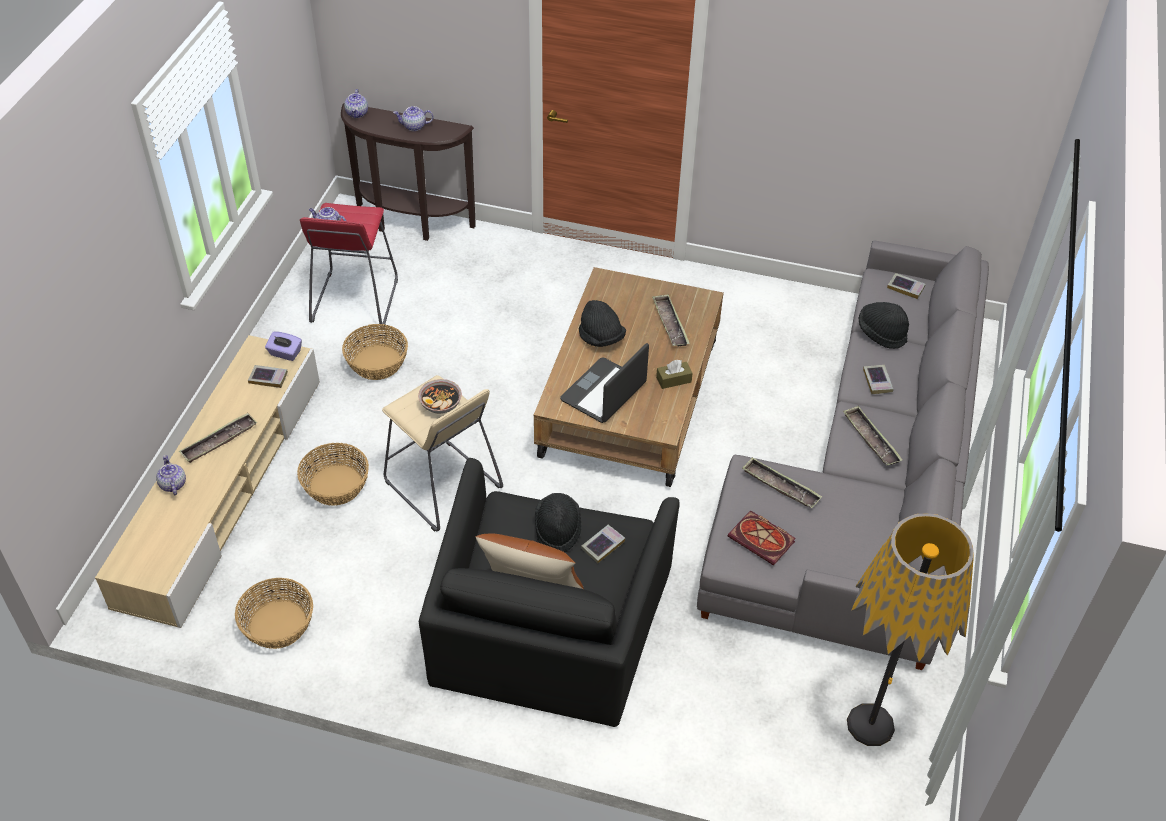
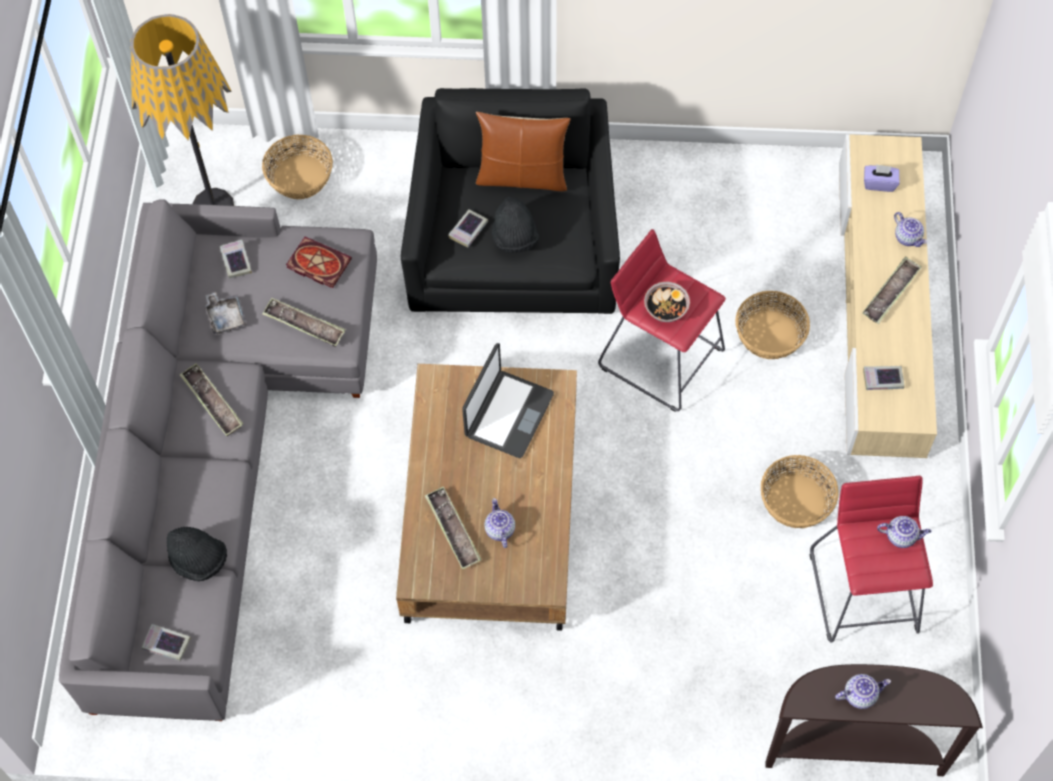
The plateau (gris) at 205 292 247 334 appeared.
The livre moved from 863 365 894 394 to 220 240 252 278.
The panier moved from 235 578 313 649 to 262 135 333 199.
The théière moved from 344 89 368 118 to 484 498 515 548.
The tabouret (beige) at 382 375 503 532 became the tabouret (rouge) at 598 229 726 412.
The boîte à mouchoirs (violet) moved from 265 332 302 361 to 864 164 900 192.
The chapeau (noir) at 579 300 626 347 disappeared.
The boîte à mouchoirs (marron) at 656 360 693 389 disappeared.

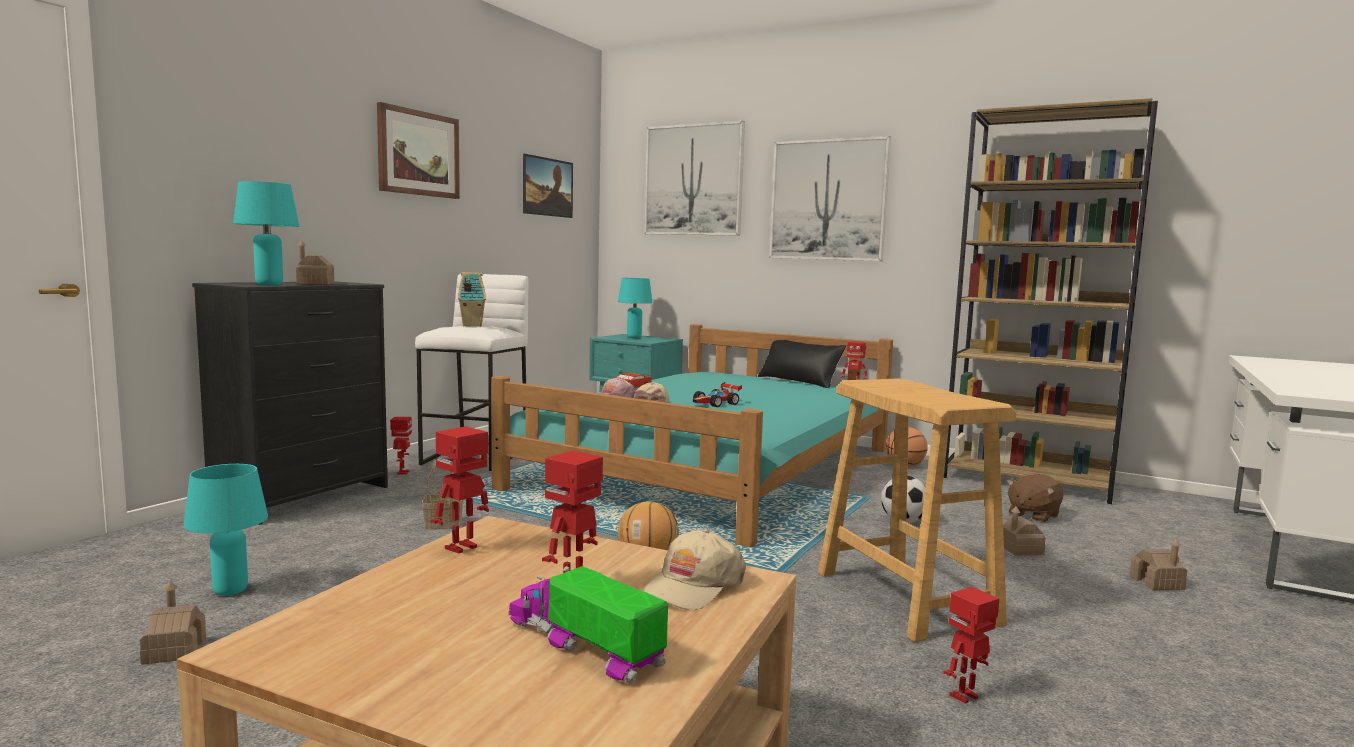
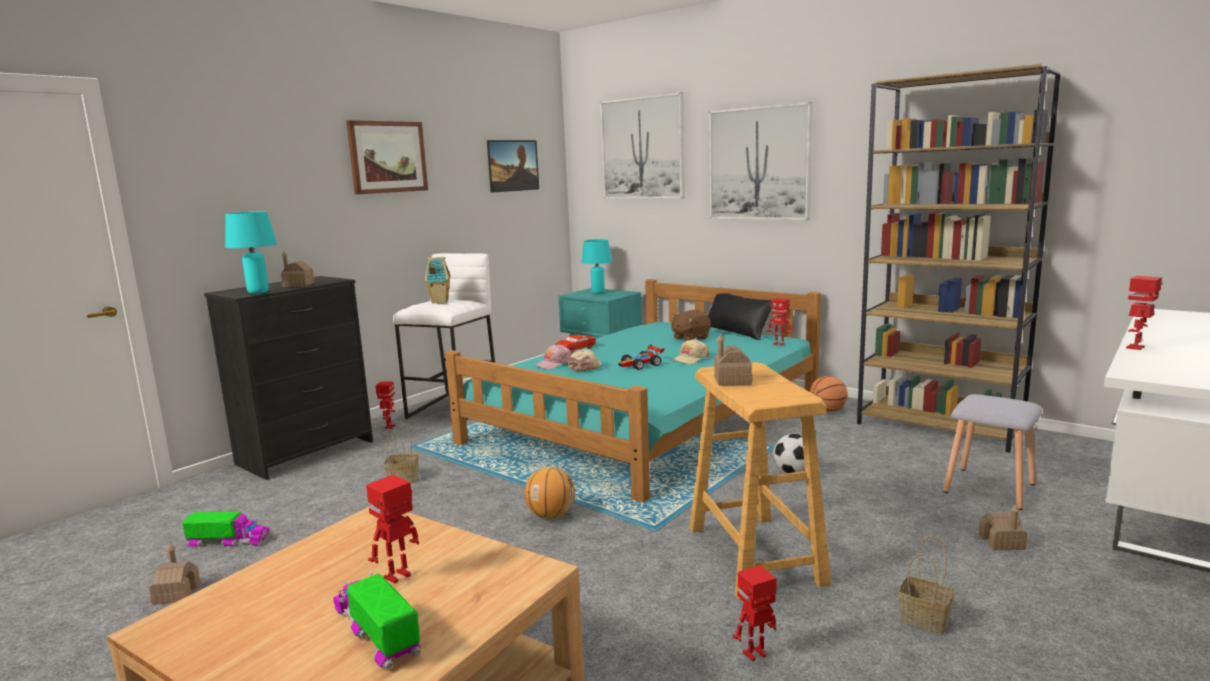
The lampe de table (turquoise) at 184 464 268 596 was replaced by the camion jouet at 182 512 271 547.
The peluche (marron) moved from 1007 474 1063 522 to 671 310 711 341.
The casquette (beige) moved from 642 529 746 610 to 671 339 710 364.
The maison miniature moved from 1003 507 1045 556 to 714 334 752 386.
The panier at 898 534 954 635 appeared.
The tabouret (gris) at 943 394 1042 510 appeared.
The robot jouet moved from 430 426 489 553 to 1126 276 1162 350.

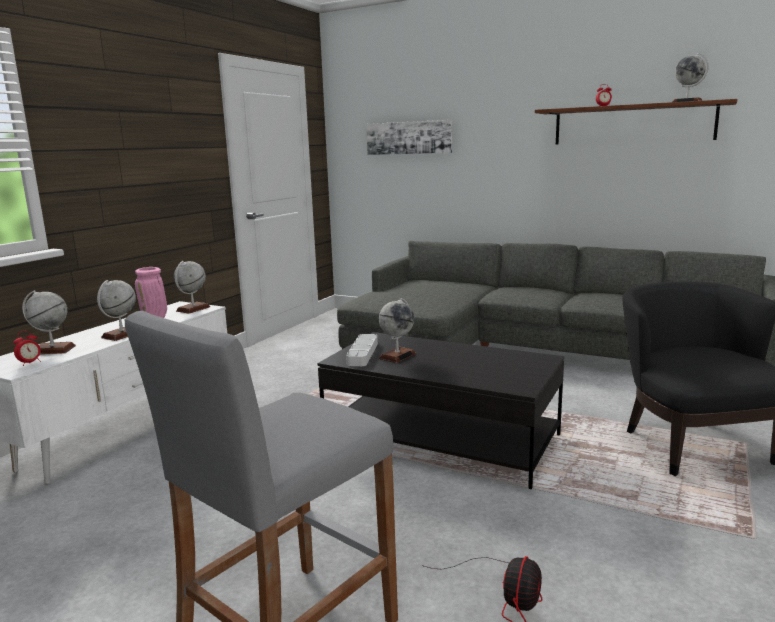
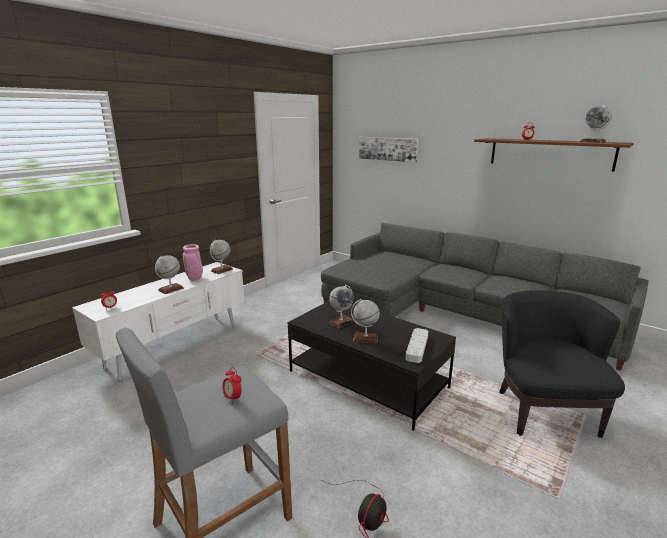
The réveil at 223 367 242 404 appeared.
The globe moved from 22 290 76 354 to 351 299 380 344.
The plateau (gris) moved from 346 334 378 366 to 406 328 429 363.

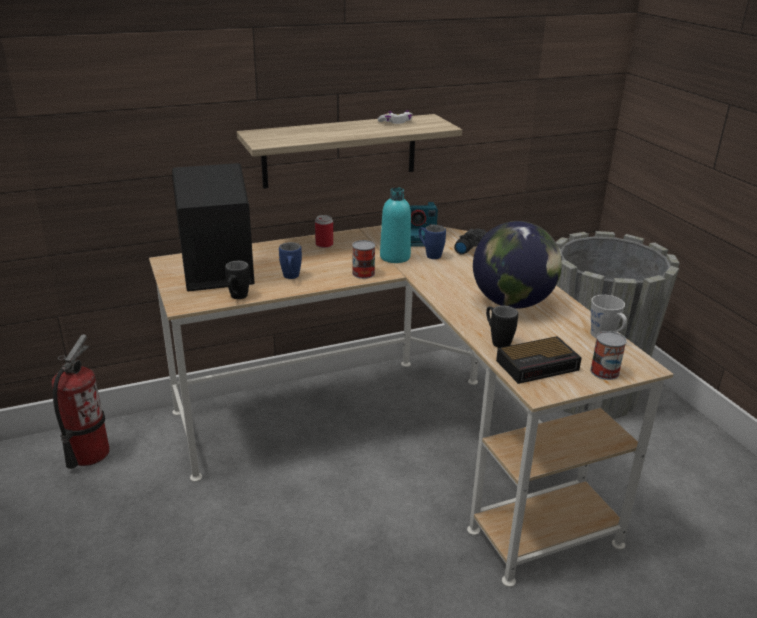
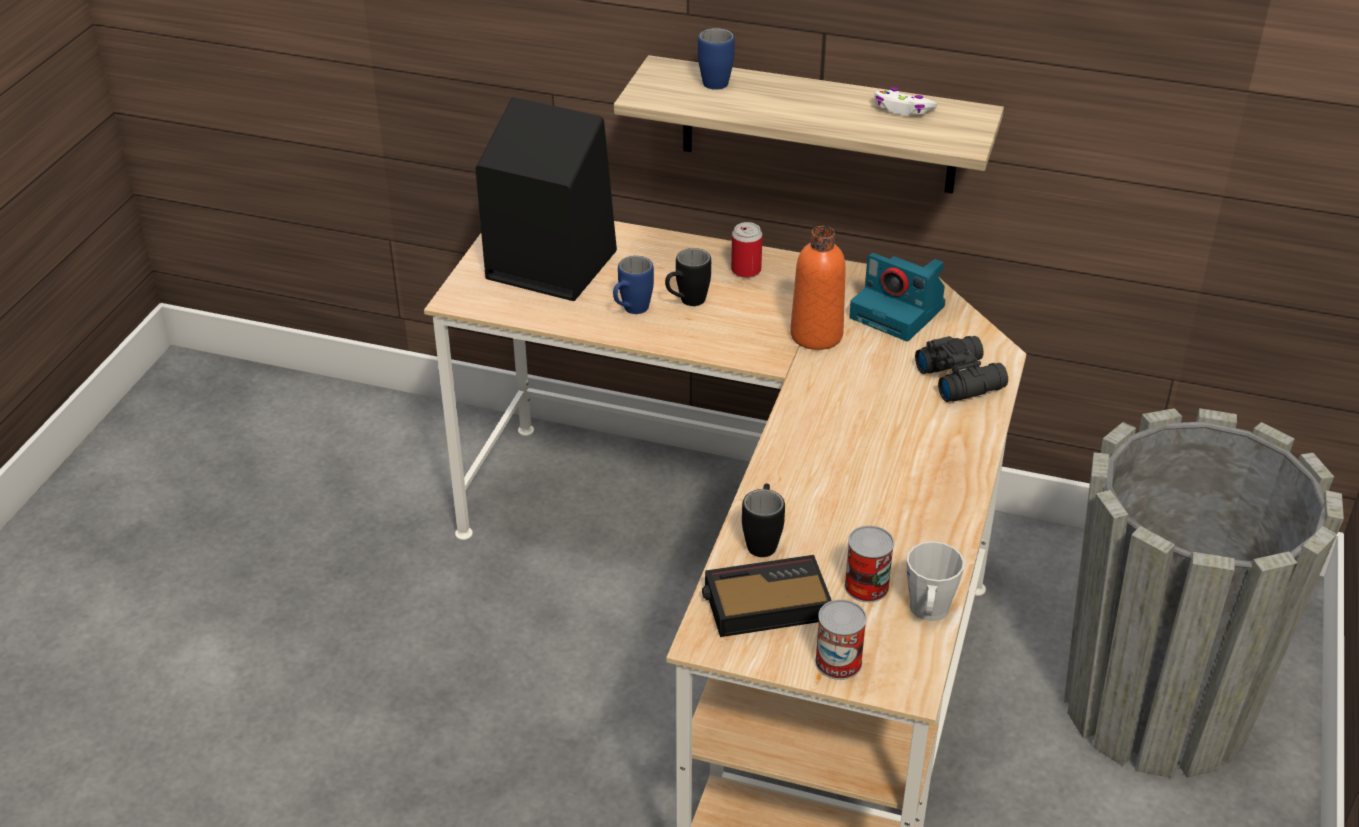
The mug (noir) moved from 225 261 250 299 to 665 248 711 306.
The mug (bleu) moved from 419 225 446 259 to 698 28 735 90.
The réveil at 496 336 582 384 turned 150 degrees clockwise.
The bouteille (turquoise) at 380 187 411 263 became the bouteille (orange) at 790 226 846 350.
The boîte métallique moved from 352 240 375 279 to 844 526 894 602.
The extincteur at 51 334 110 469 disappeared.
The globe at 473 221 562 309 disappeared.

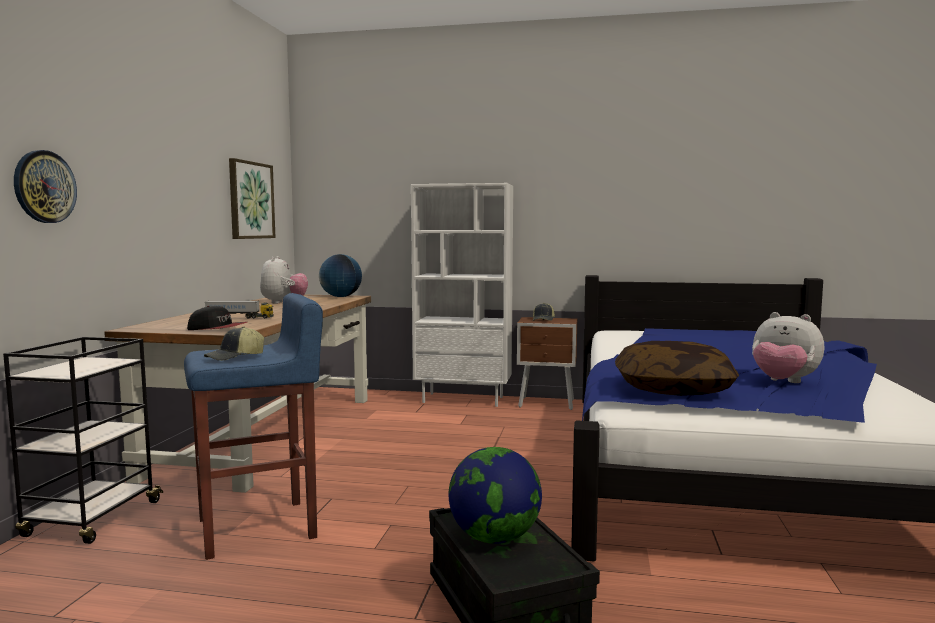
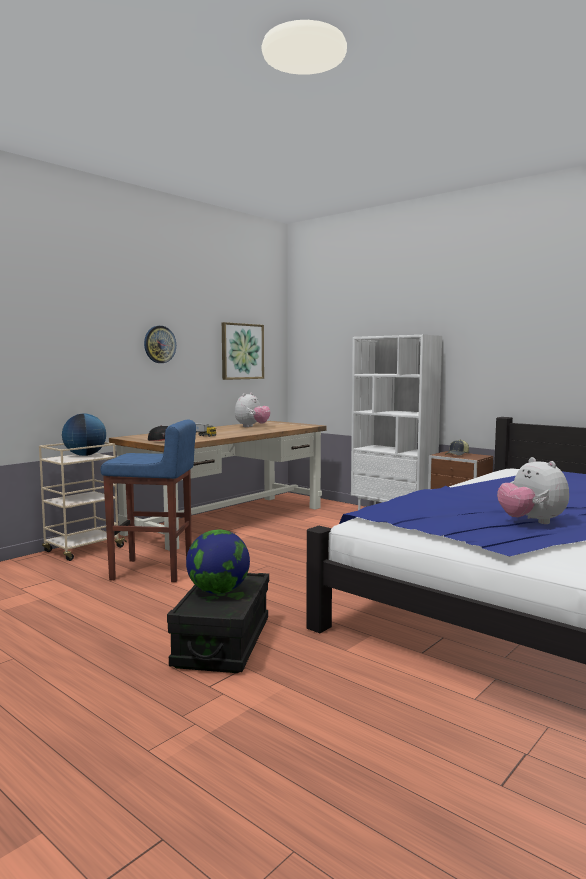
The chariot (noir) at 3 337 163 544 became the chariot (beige) at 39 442 127 561.
The globe moved from 319 254 362 297 to 62 414 106 456.
The horloge murale moved from 14 150 77 223 to 144 326 176 363.
The casquette at 204 326 264 361 disappeared.
The coussin at 615 341 739 396 disappeared.

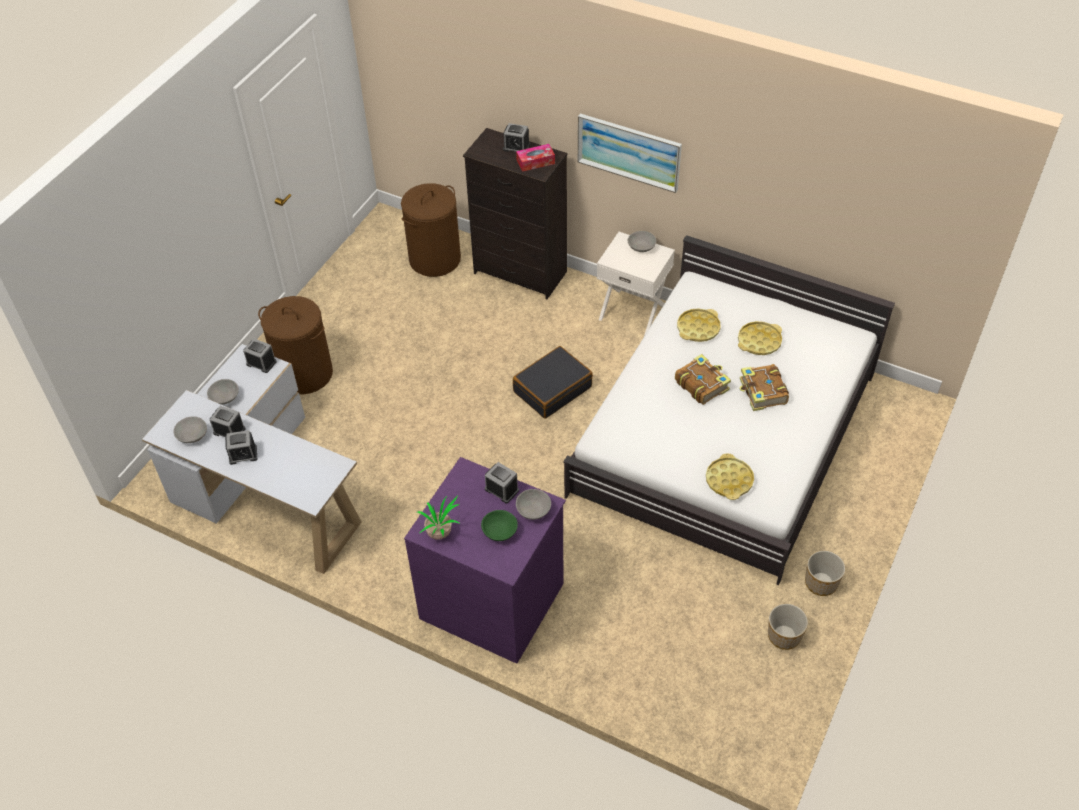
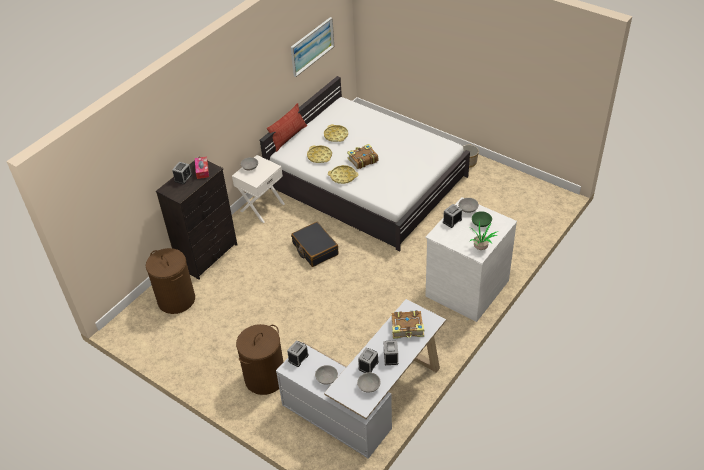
The coussin at 267 103 307 152 appeared.
The tableau moved from 578 113 682 193 to 291 17 334 77.
The plateau (jaune) moved from 706 454 754 500 to 328 165 358 184.
The livre moved from 740 364 789 411 to 392 310 424 339.
The commode (violet) at 404 457 566 663 became the commode (blanc) at 425 197 517 322.
The cache-pot at 768 604 808 650 disappeared.

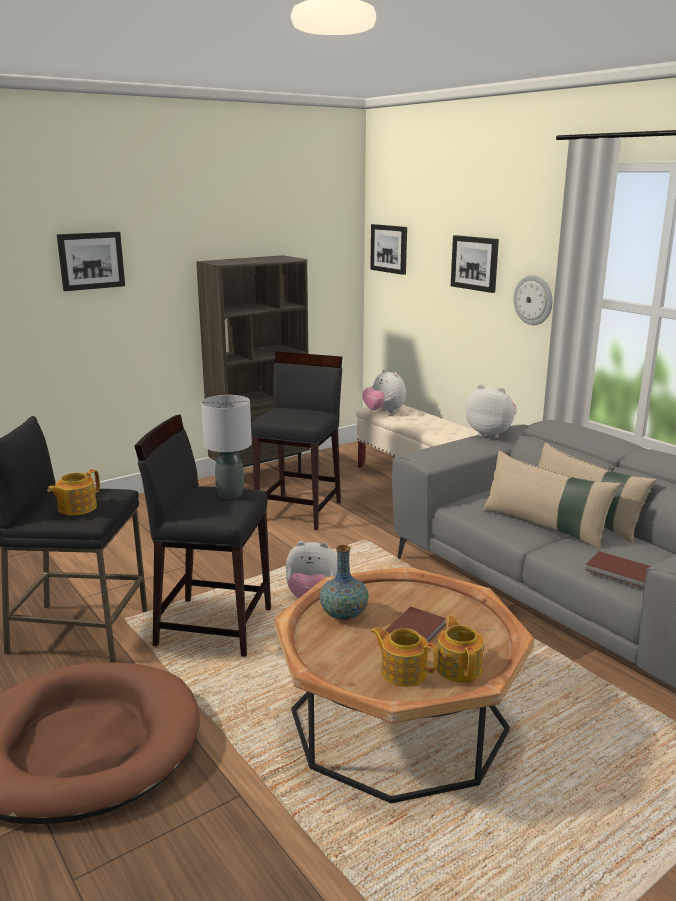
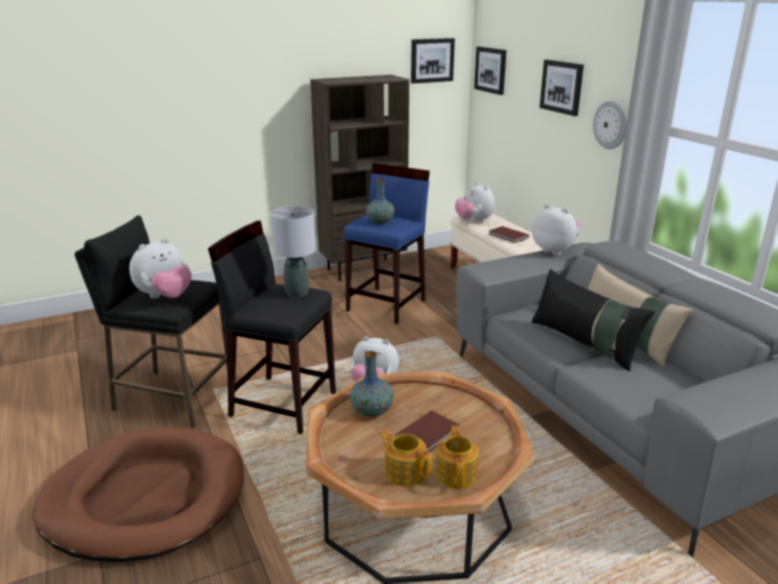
The théière at 48 469 100 515 was replaced by the peluche at 129 238 192 298.
The tabouret (noir) at 251 351 342 530 became the tabouret (bleu) at 344 163 430 324.
The vase at 366 179 395 224 appeared.
The tableau moved from 57 232 125 291 to 411 38 455 84.
The livre (marron) moved from 586 551 651 588 to 489 226 529 243.
The coussin (beige) at 483 451 621 550 became the coussin (noir) at 532 269 655 371.

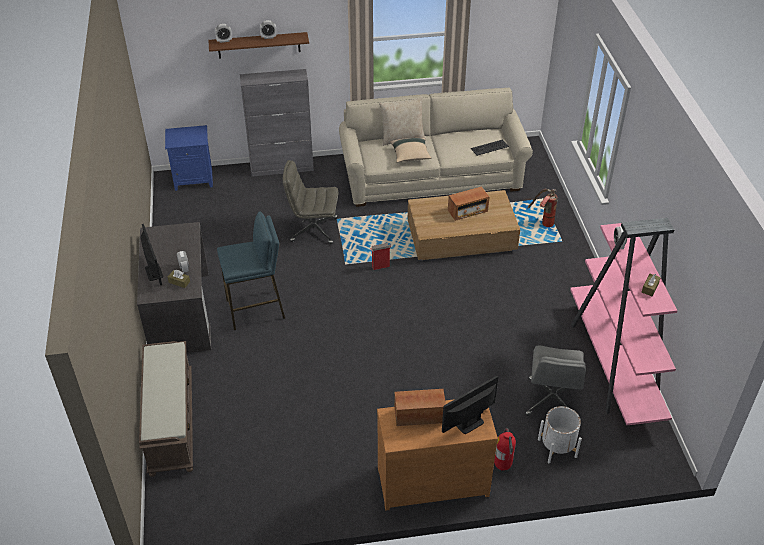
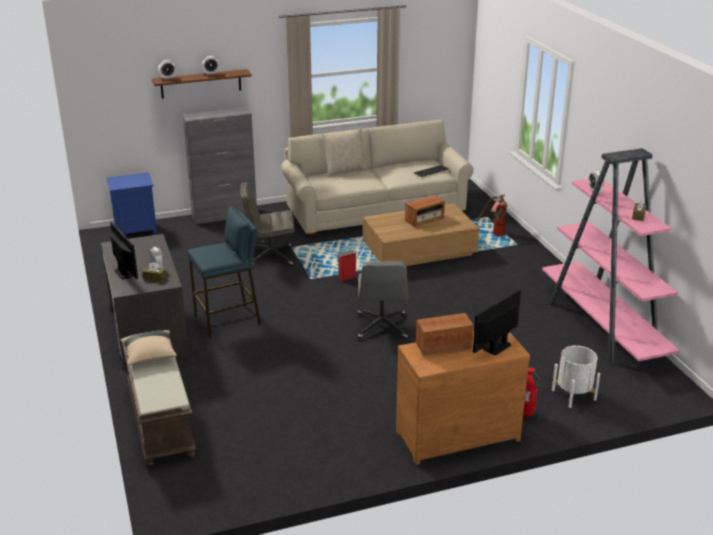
The coussin (beige) moved from 390 138 431 162 to 120 330 177 365.
The chaise de bureau (gris) moved from 526 346 586 416 to 357 261 408 339.

